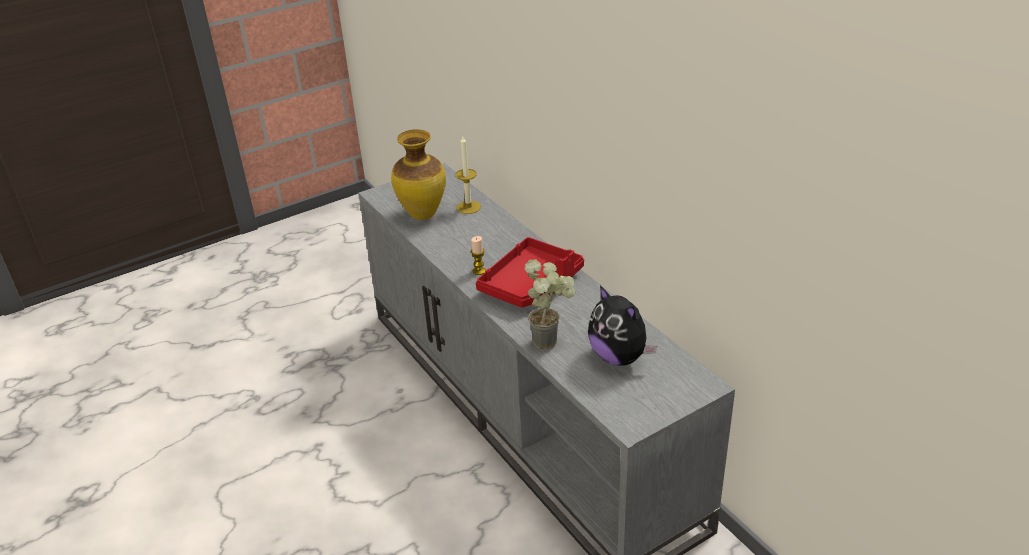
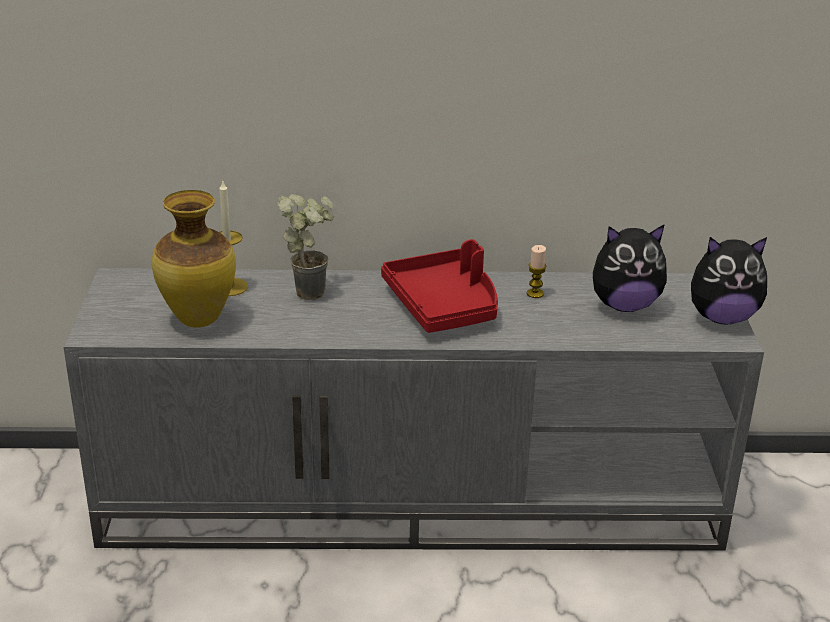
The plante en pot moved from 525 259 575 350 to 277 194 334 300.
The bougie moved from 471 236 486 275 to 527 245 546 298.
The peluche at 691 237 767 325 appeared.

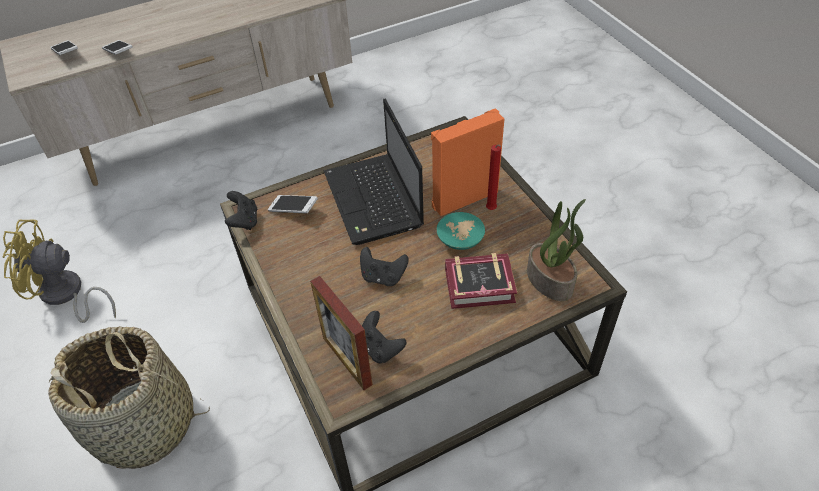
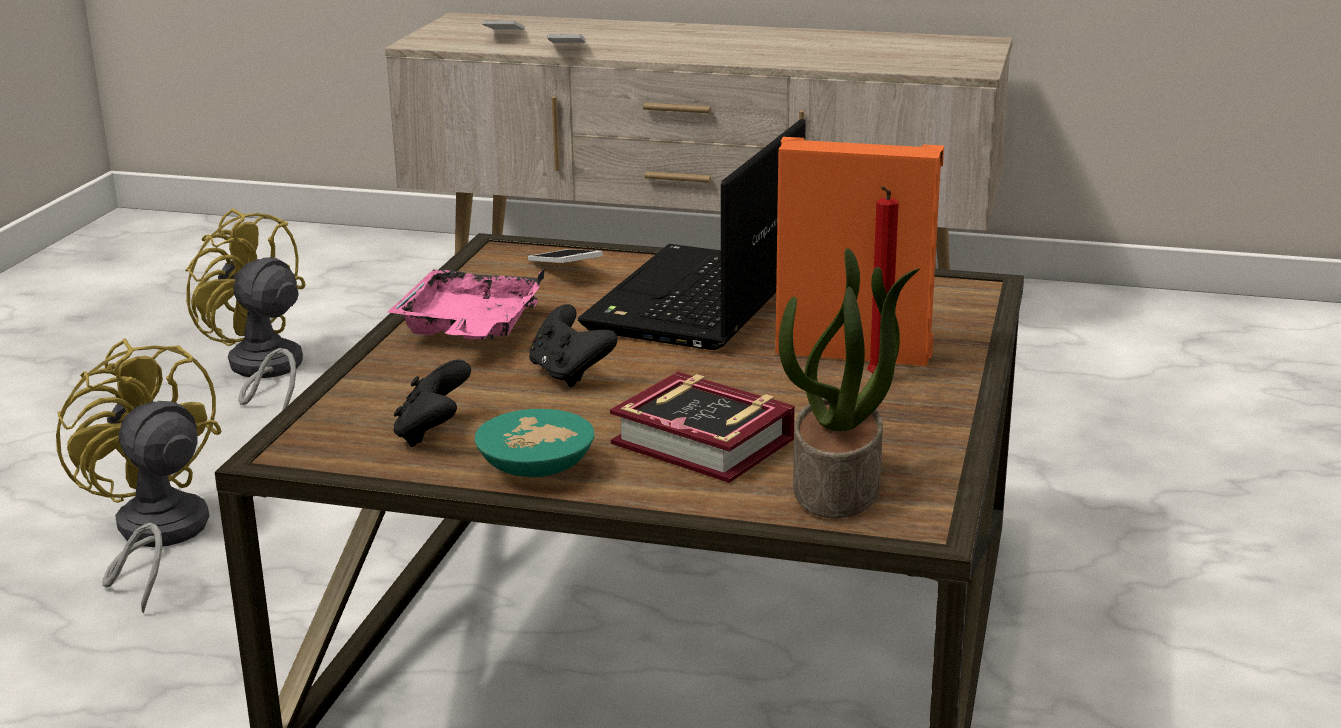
The panier at 48 326 210 469 was replaced by the ventilateur (jaune) at 56 339 221 613.
The plateau (rose) at 387 269 545 340 appeared.
The bol (turquoise) moved from 437 212 485 250 to 475 409 594 477.
The manette (noir) at 225 191 258 230 disappeared.
The cadre photo at 310 276 373 390 disappeared.

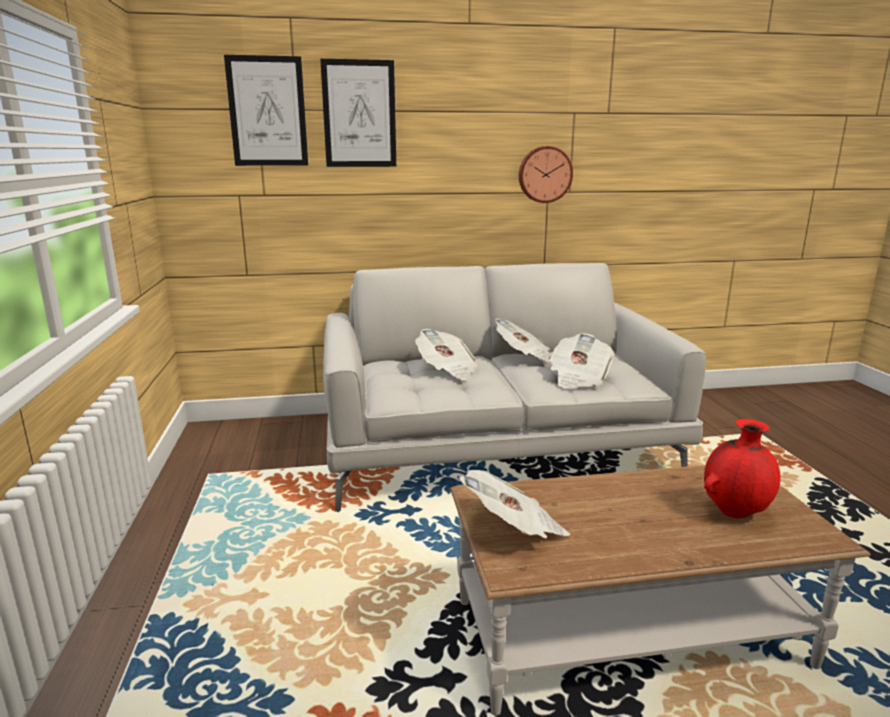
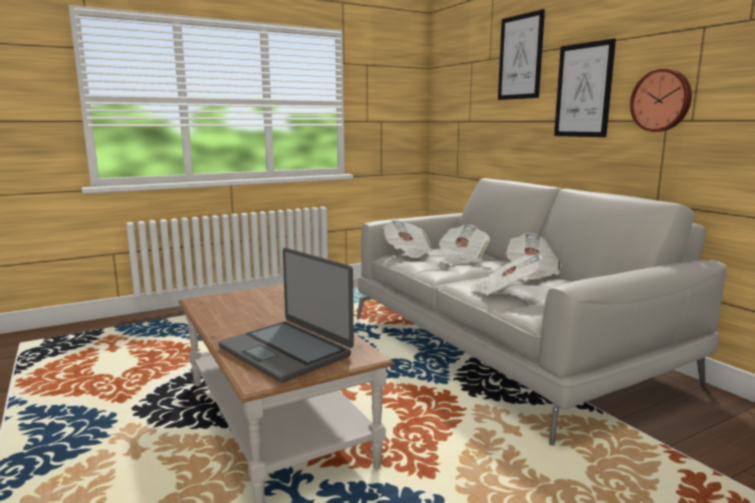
The vase (rouge) at 704 419 781 518 was replaced by the ordinateur portable at 219 248 354 383.
The journal moved from 459 470 570 538 to 383 220 433 258.
The tableau moved from 224 55 308 166 to 554 38 616 137.

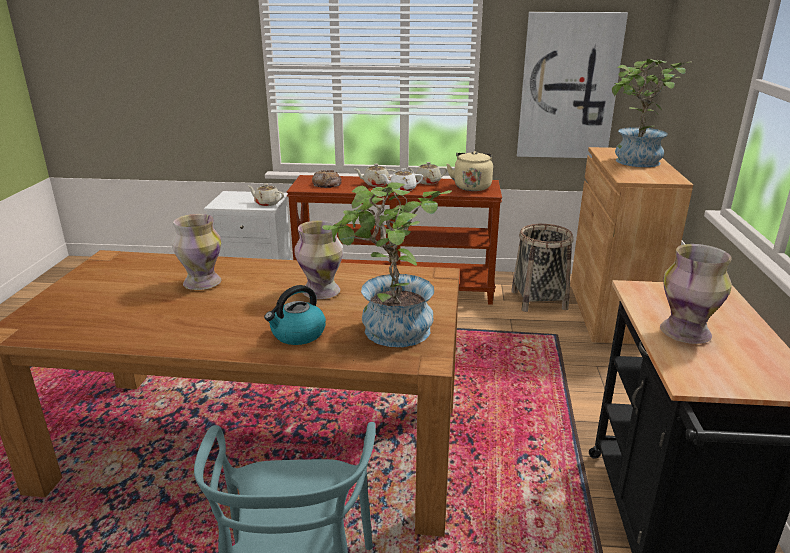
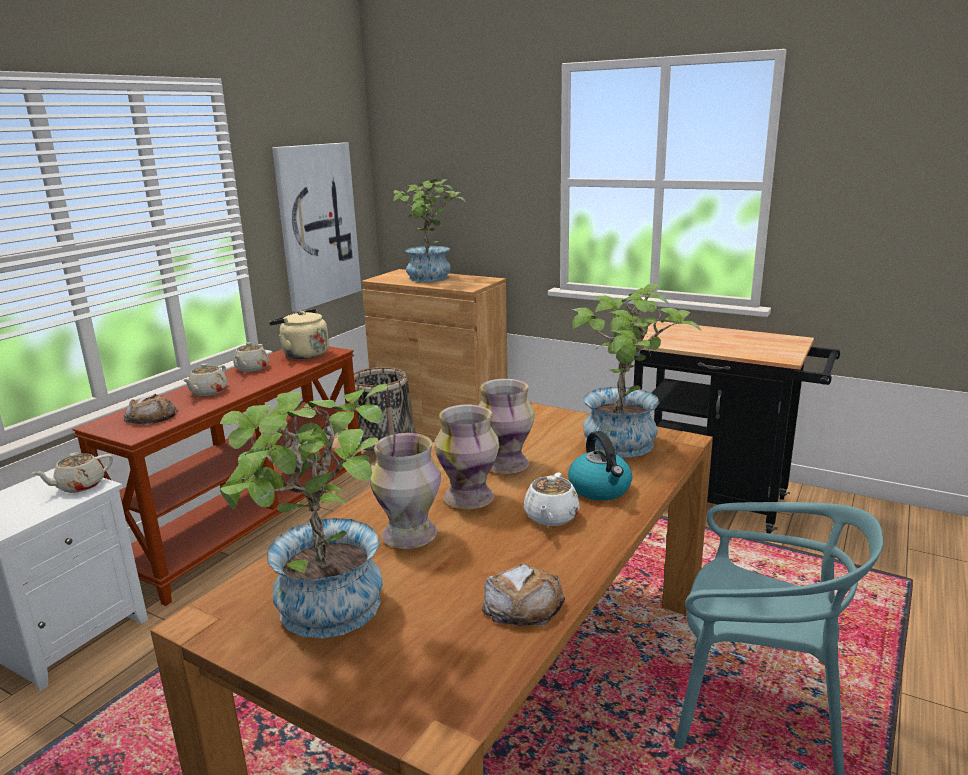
The plante en pot at 220 384 388 638 appeared.
The vase moved from 660 244 732 344 to 434 405 499 509.
The pain at 482 564 565 626 appeared.
The théière (blanc) moved from 381 168 423 191 to 524 473 580 526.

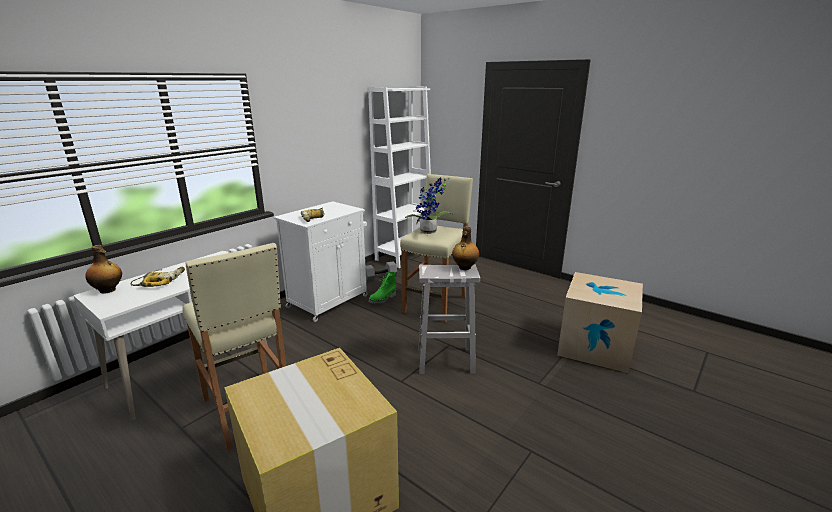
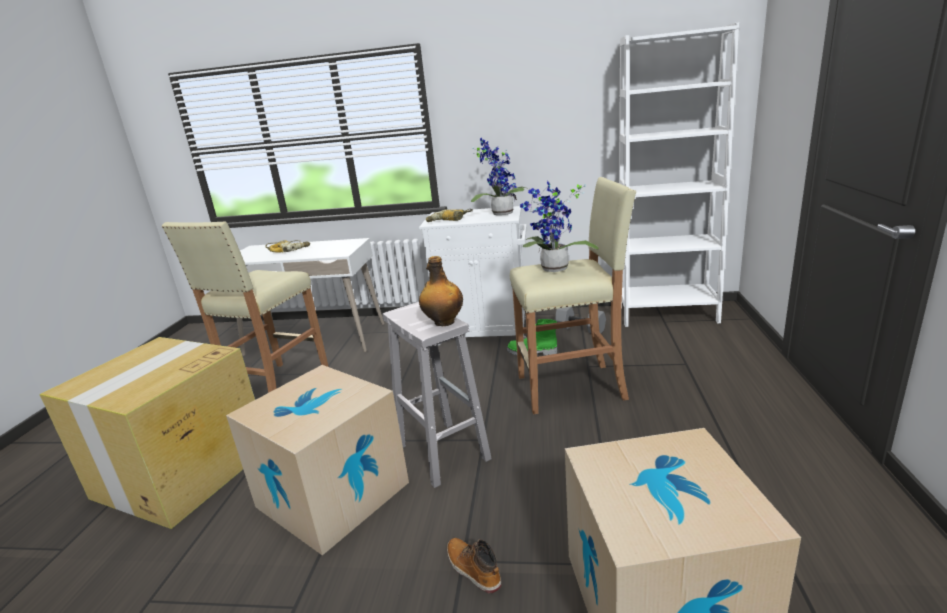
The carton at 226 365 409 555 appeared.
The botte at 447 538 501 593 appeared.
The plante en pot at 471 138 529 215 appeared.
The bouteille at 85 245 122 294 disappeared.

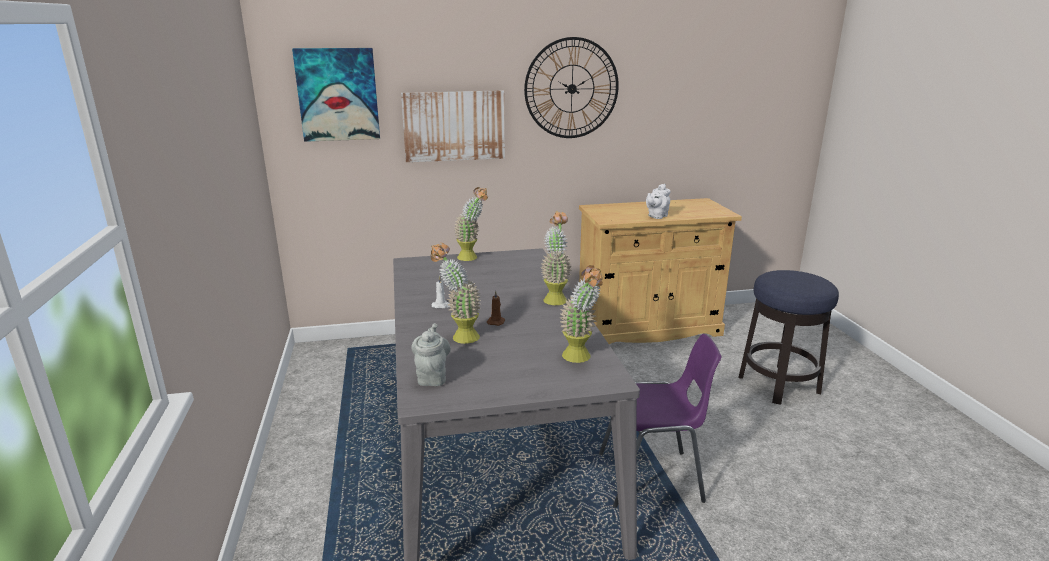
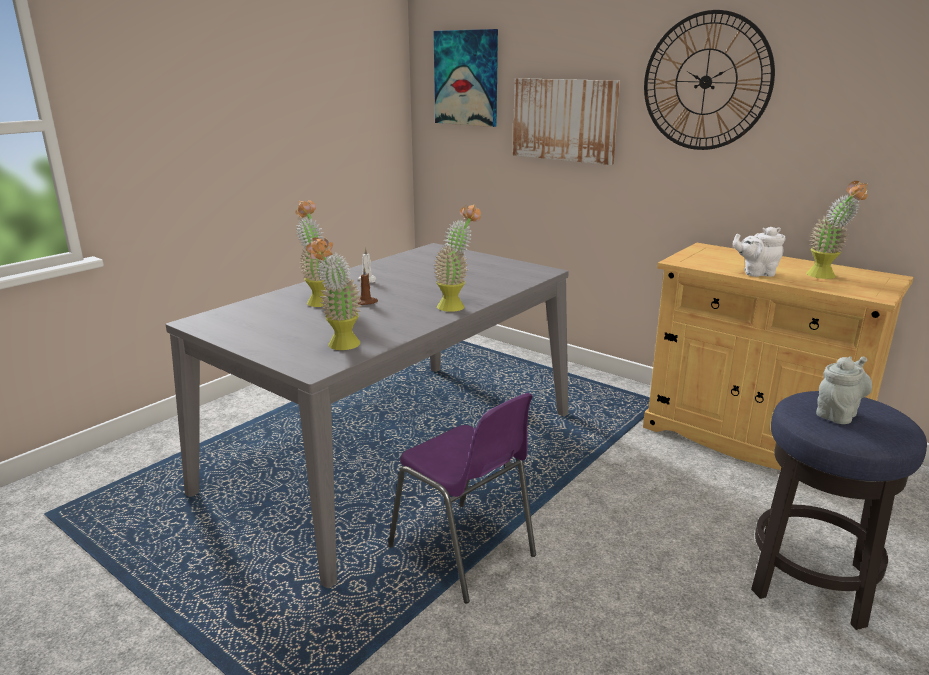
The plante en pot moved from 454 187 488 261 to 806 181 868 279.
The théière (gris) moved from 411 323 451 386 to 816 356 872 424.

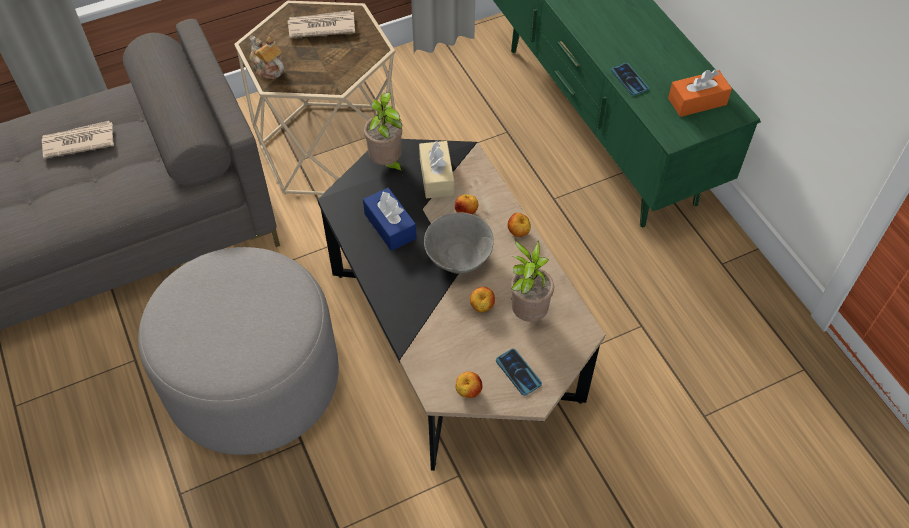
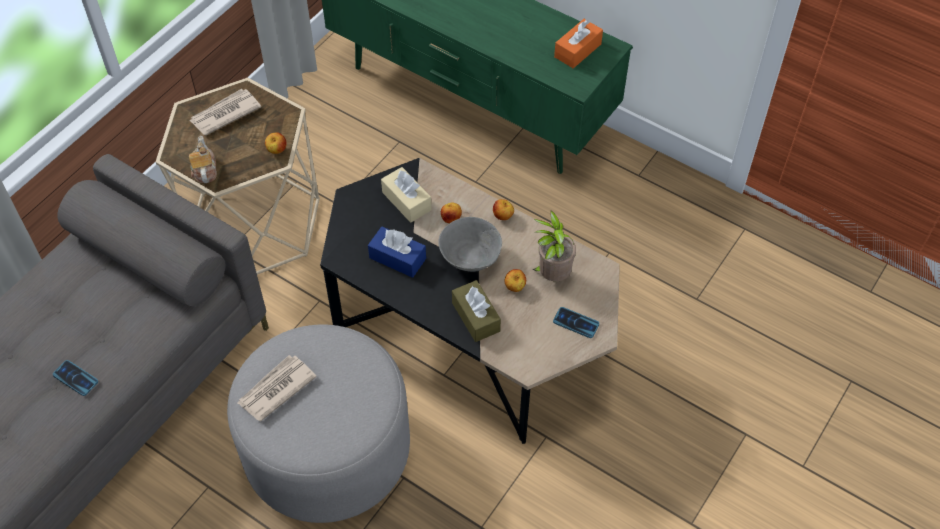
The téléphone moved from 611 63 649 96 to 53 360 98 396.
The théière at 250 36 284 79 turned 60 degrees clockwise.
The journal moved from 42 121 114 159 to 237 355 317 421.
The pomme moved from 455 372 482 398 to 265 133 287 154.
The boîte à mouchoirs (marron) at 452 280 501 342 appeared.
The plante en pot at 364 93 403 176 disappeared.

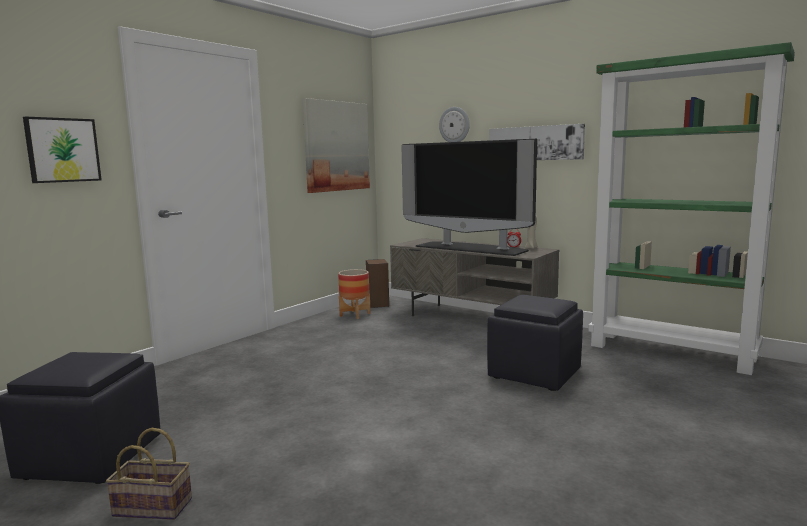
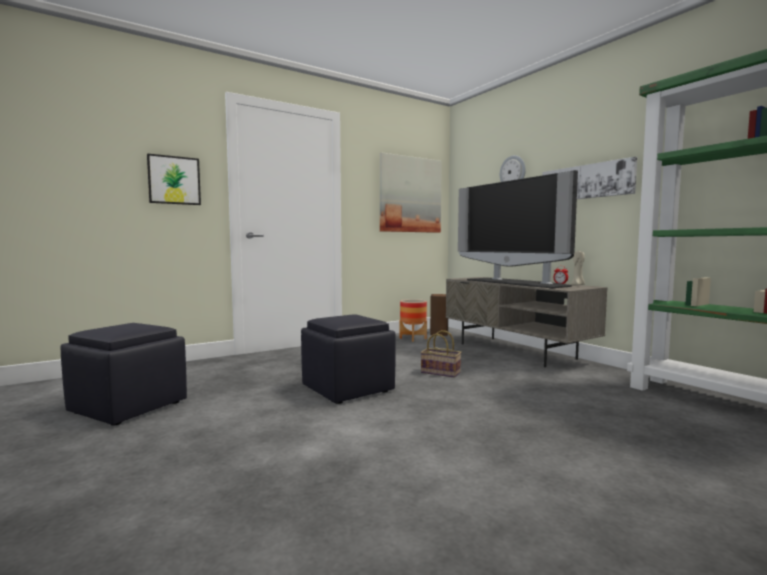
The pouf (noir) moved from 487 295 583 391 to 301 314 396 404.
The panier moved from 106 428 192 520 to 420 330 461 378.

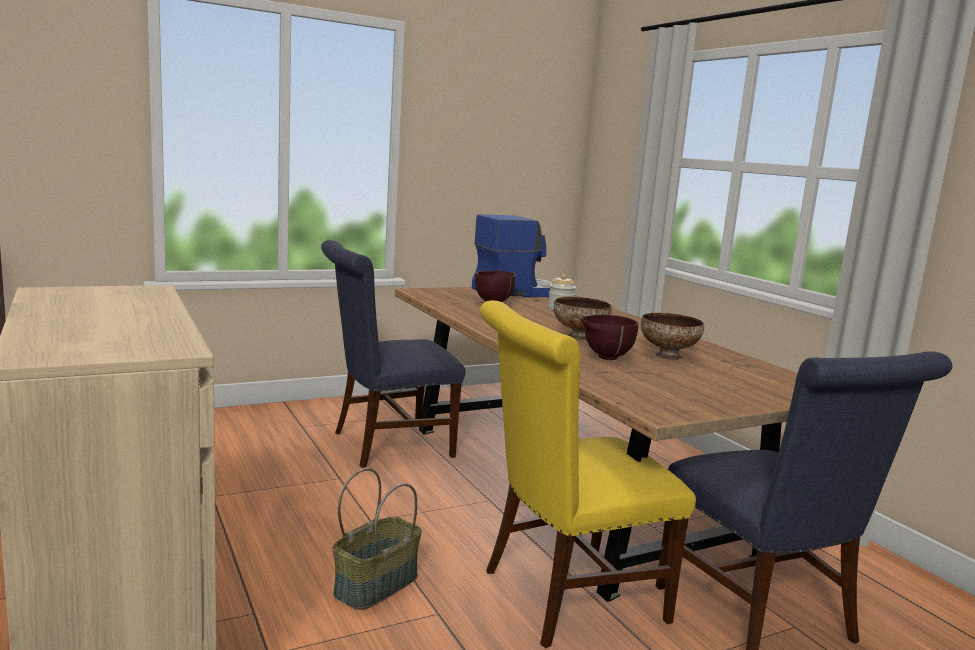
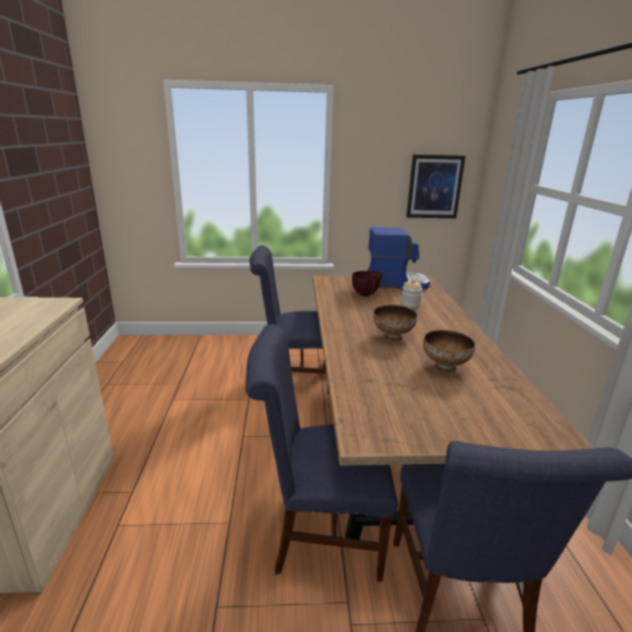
The chaise (jaune) at 480 300 696 649 became the chaise (bleu) at 246 324 398 582.
The tableau at 406 154 465 218 appeared.
The panier at 333 468 422 610 disappeared.
The bol (marron) at 580 314 638 360 disappeared.

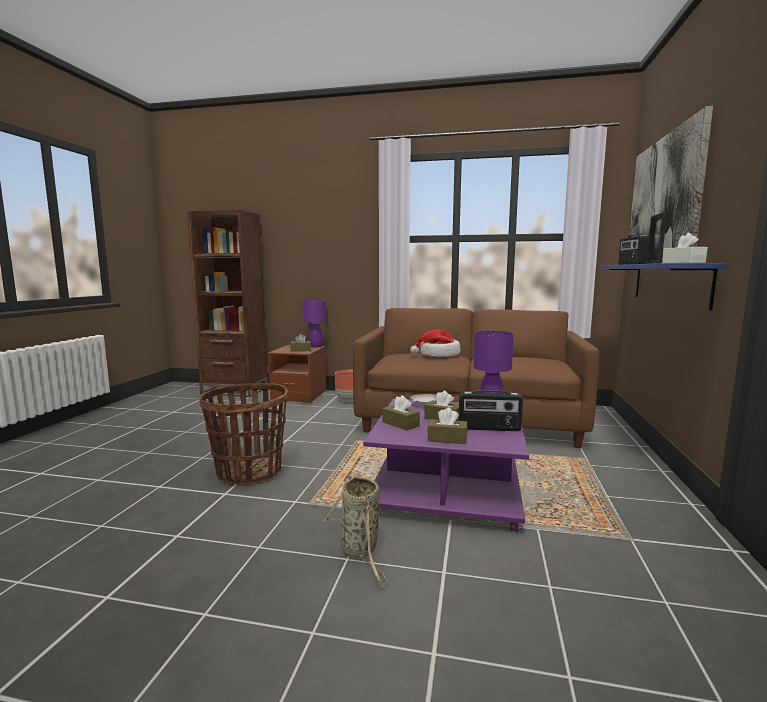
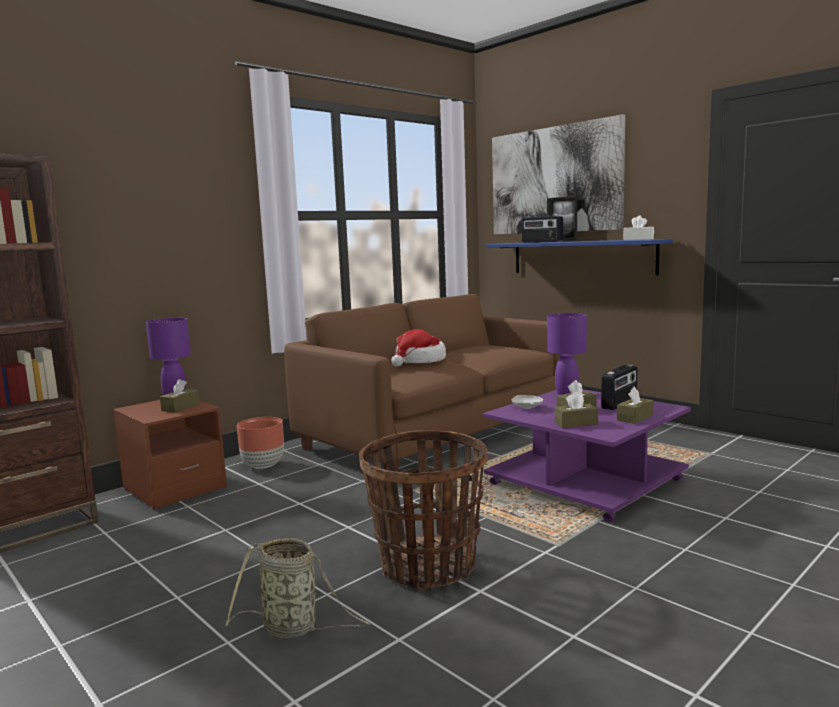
The panier moved from 323 474 387 582 to 226 538 370 638.

